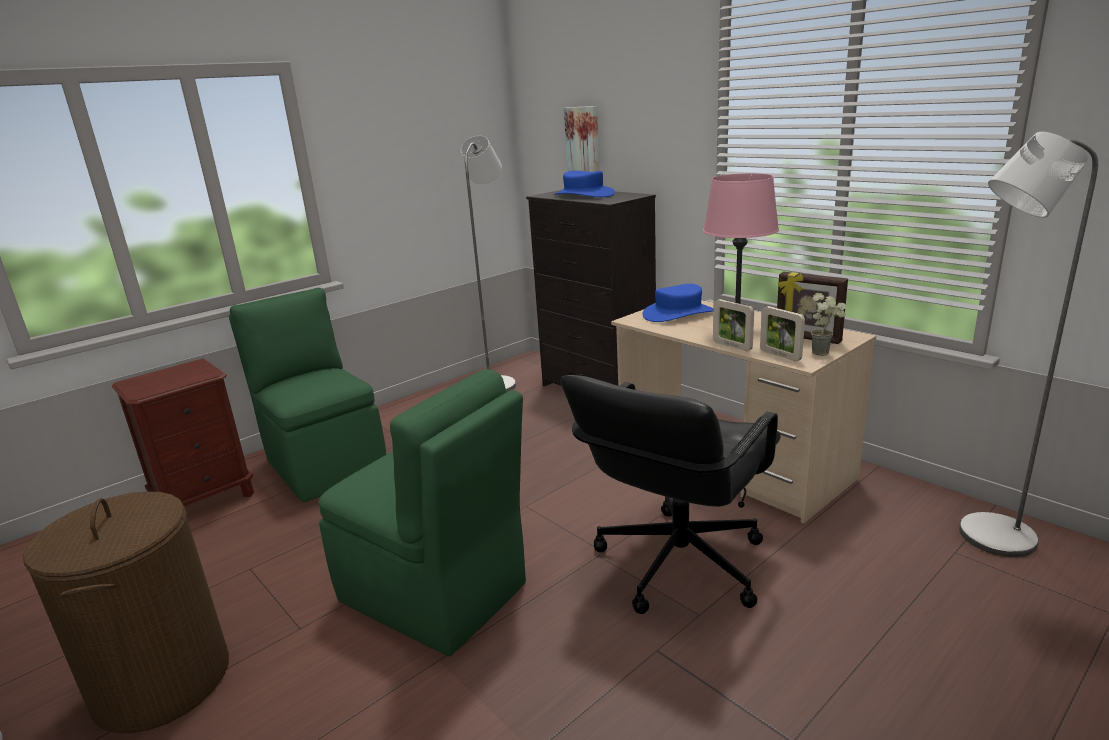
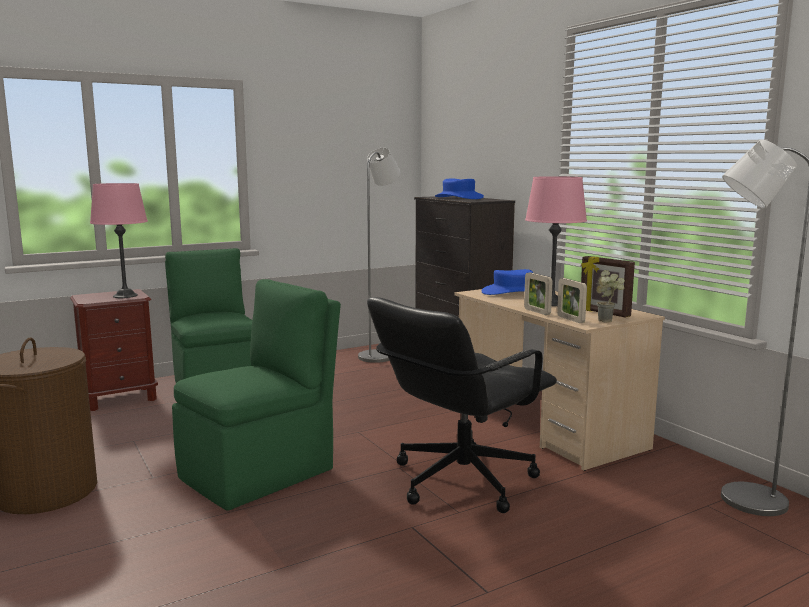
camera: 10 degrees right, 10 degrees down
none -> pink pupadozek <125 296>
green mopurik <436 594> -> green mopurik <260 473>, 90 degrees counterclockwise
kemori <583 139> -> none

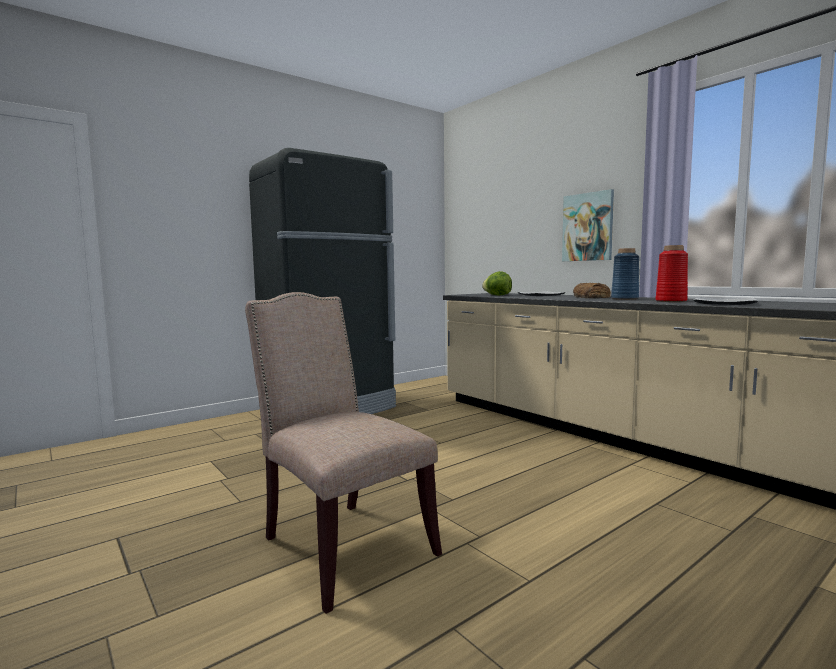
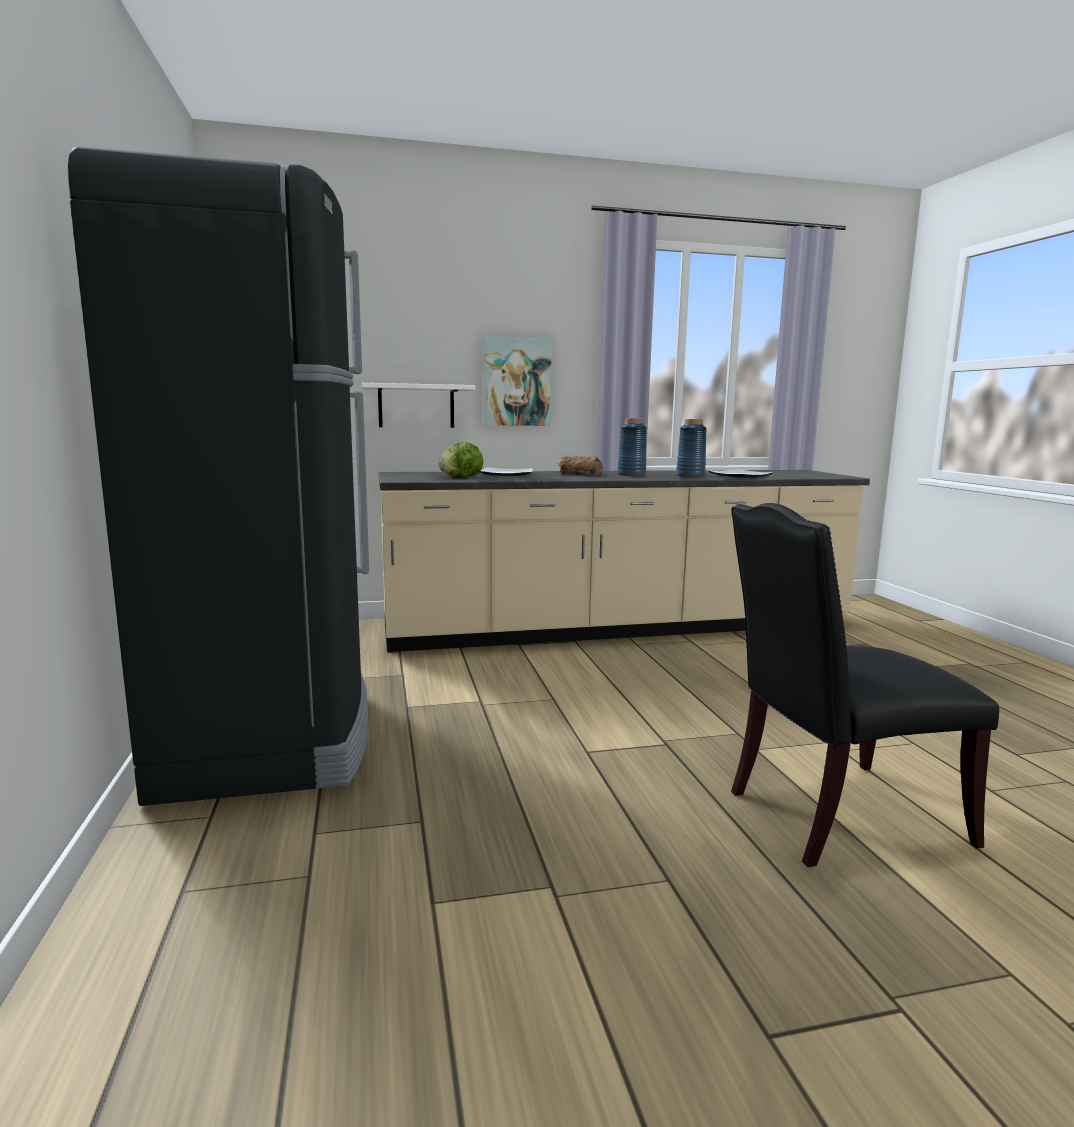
camera: 65 degrees left, 5 degrees up
none -> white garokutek <416 406>
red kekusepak <670 301> -> blue kekusepak <690 475>
beige mopurik <341 545> -> black mopurik <835 816>

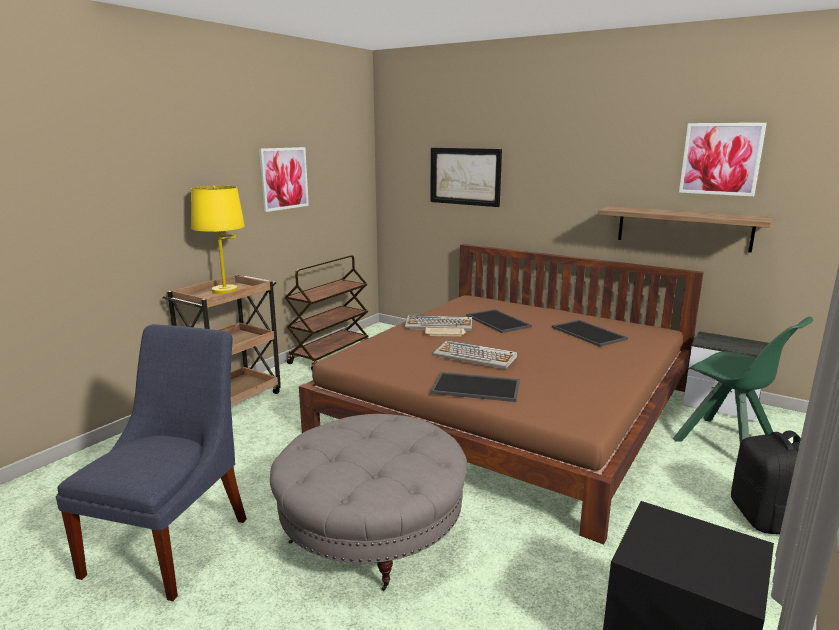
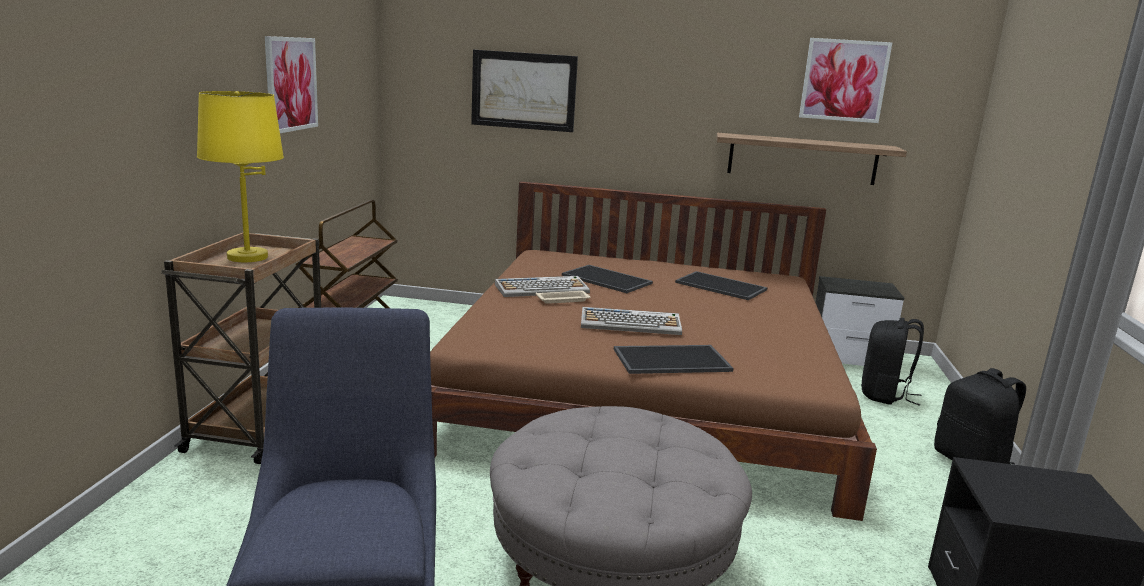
camera: 25 degrees left, 0 degrees up
green mopurik <728 443> -> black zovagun <885 395>

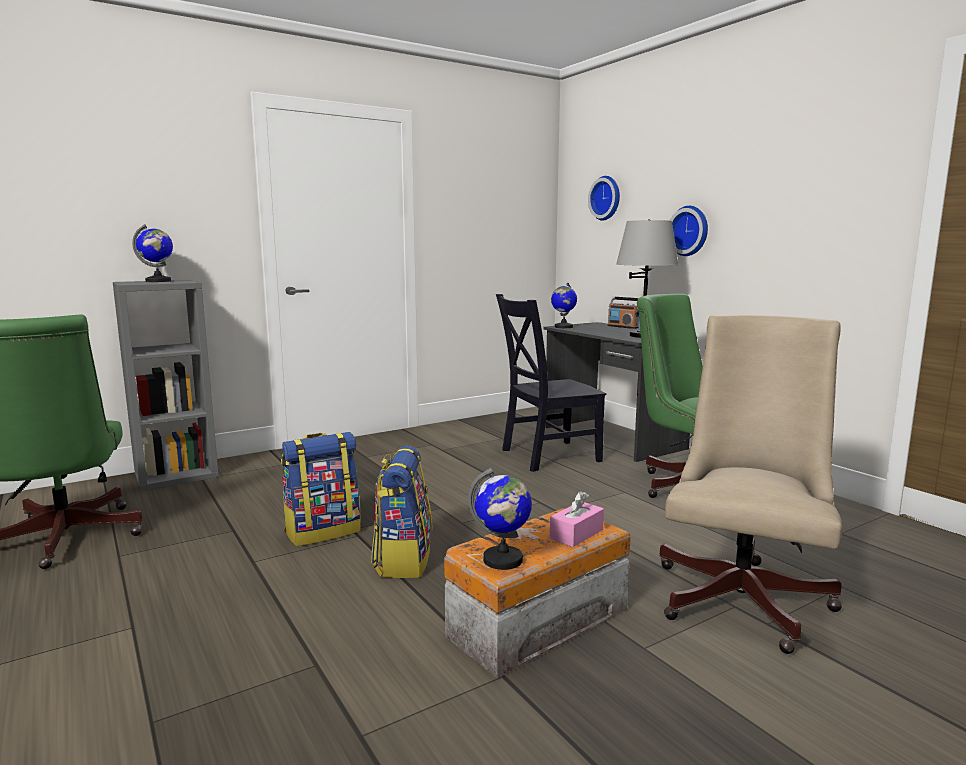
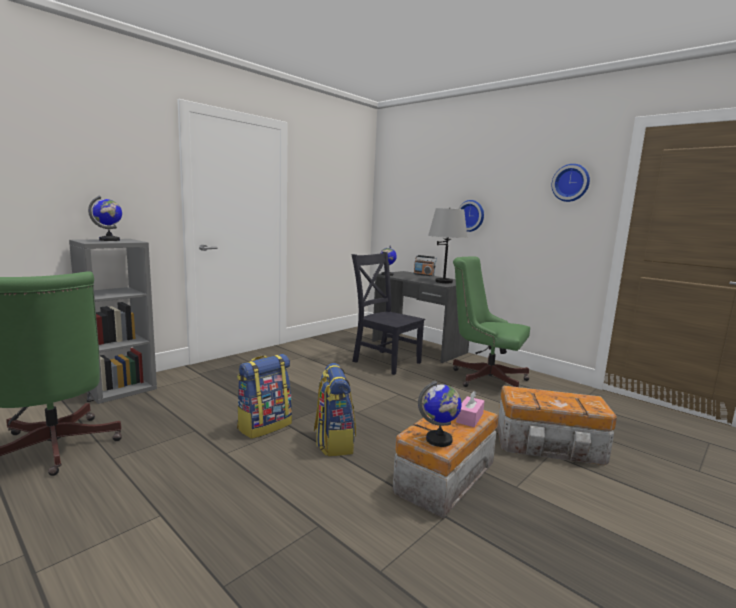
camera: 15 degrees left, 0 degrees up
black mopurik <546 456> -> black mopurik <384 361>, 75 degrees clockwise
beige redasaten <744 594> -> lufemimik <551 446>
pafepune <607 198> -> pafepune <571 183>, relocated

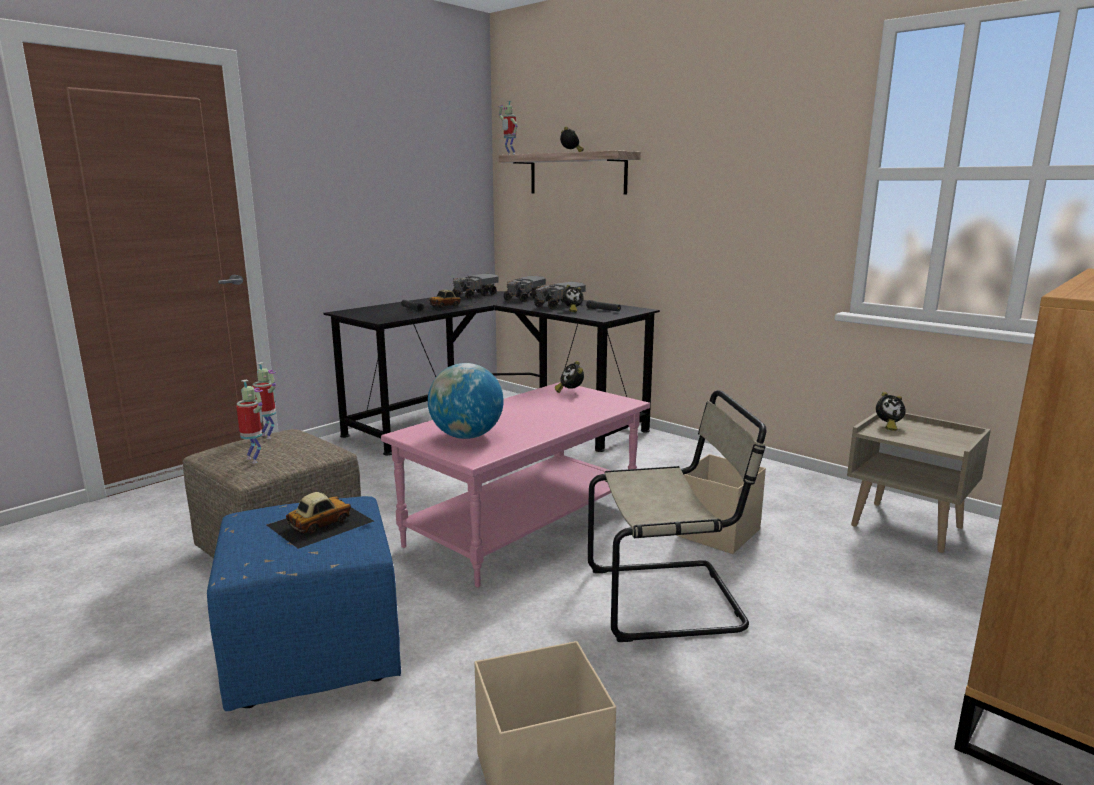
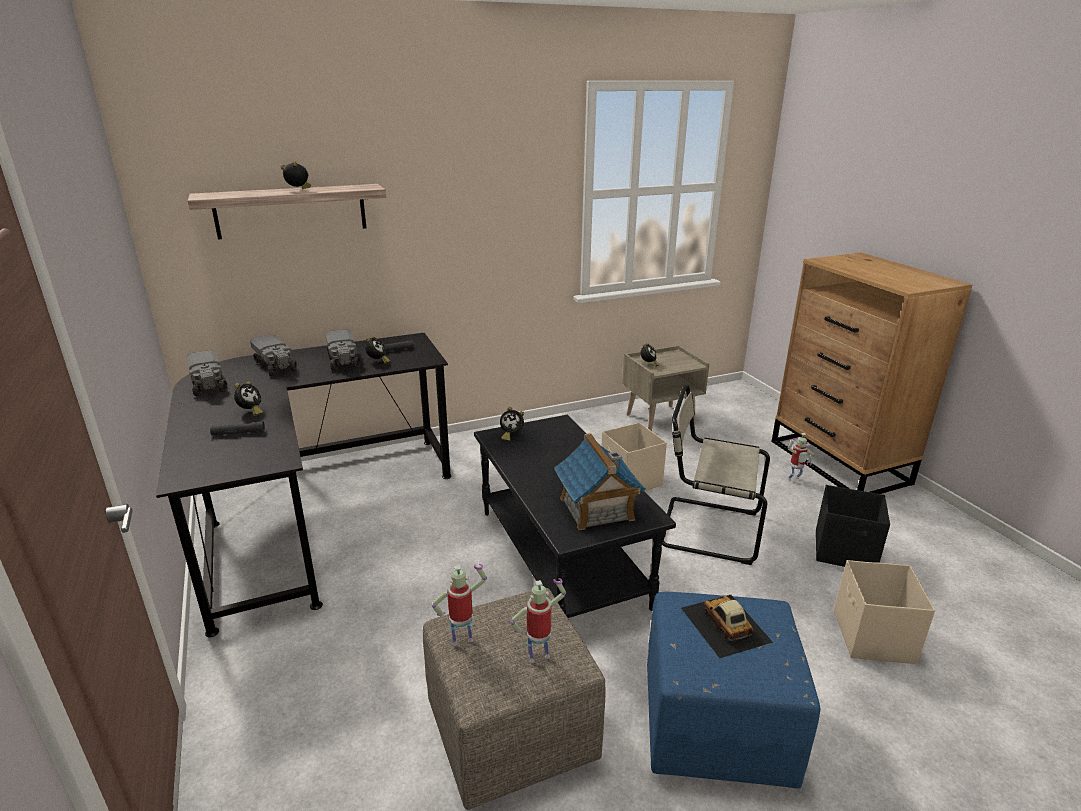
camera: 65 degrees left, 10 degrees up
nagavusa <445 306> -> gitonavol <250 412>
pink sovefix <525 525> -> black sovefix <563 557>
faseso <466 436> -> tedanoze <596 509>
beige mopurik <670 599> -> beige mopurik <705 529>, 90 degrees counterclockwise
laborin <509 154> -> laborin <794 480>, relocated
none -> black lufemimik <845 552>

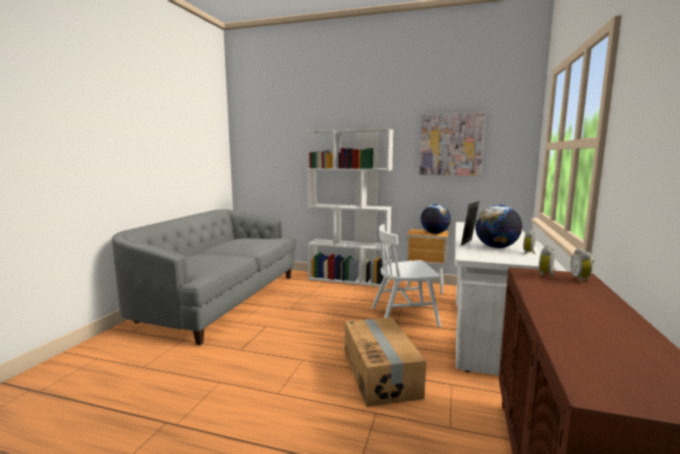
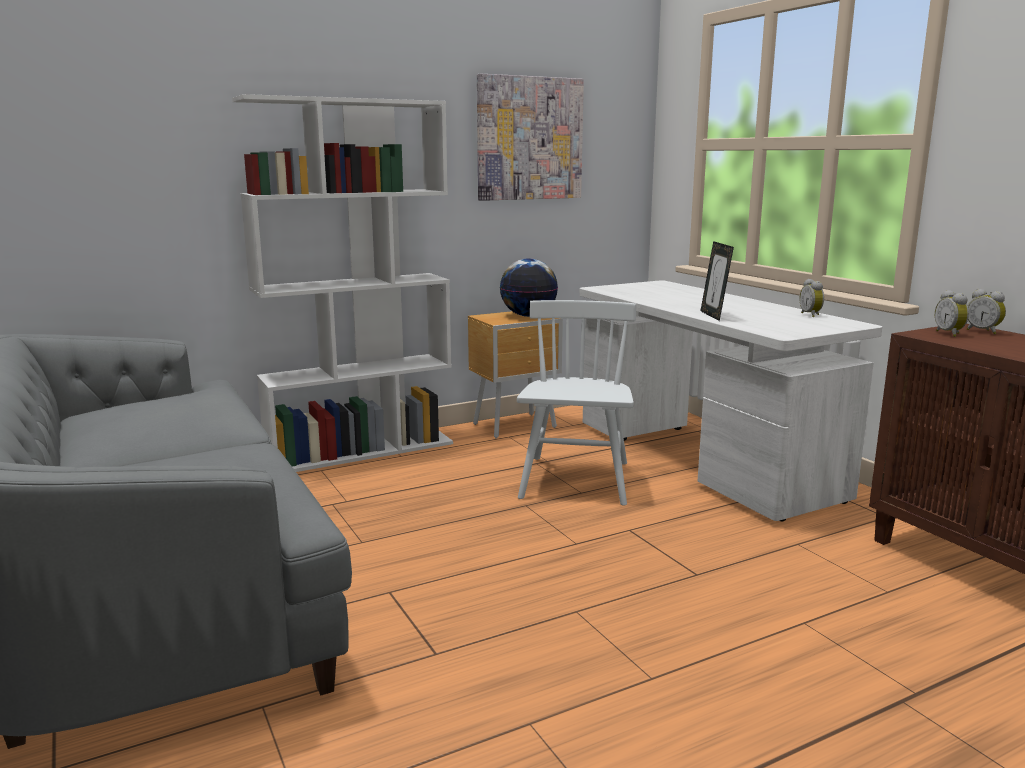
camera: 45 degrees left, 5 degrees up
white mopurik <404 317> -> white mopurik <576 480>, 150 degrees clockwise
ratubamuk <381 374> -> none
faseso <496 247> -> none

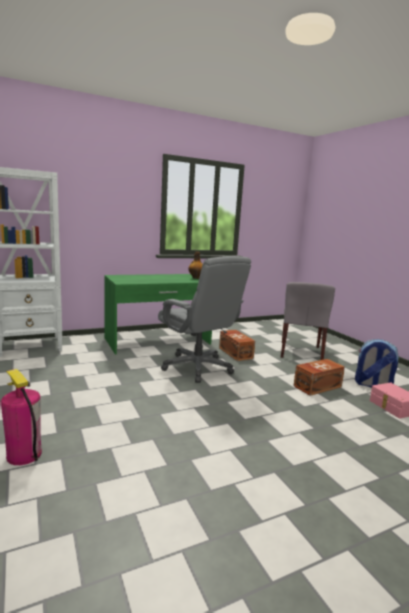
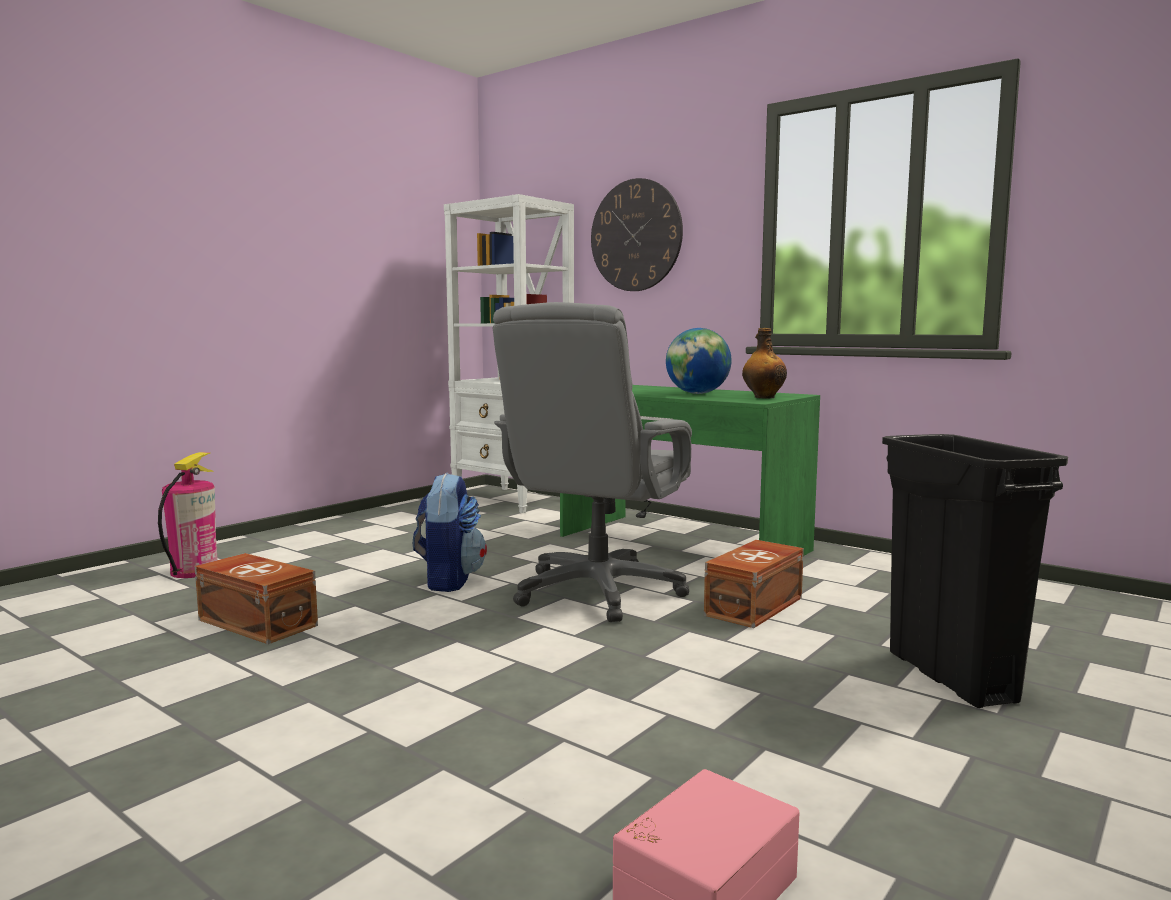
camera: 65 degrees right, 5 degrees down
brown lufemimik <316 386> -> brown lufemimik <258 622>, relocated
zovagun <372 385> -> zovagun <449 580>, relocated
none -> pafepune <636 235>
none -> faseso <697 393>
grey mopurik <301 352> -> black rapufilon <950 676>

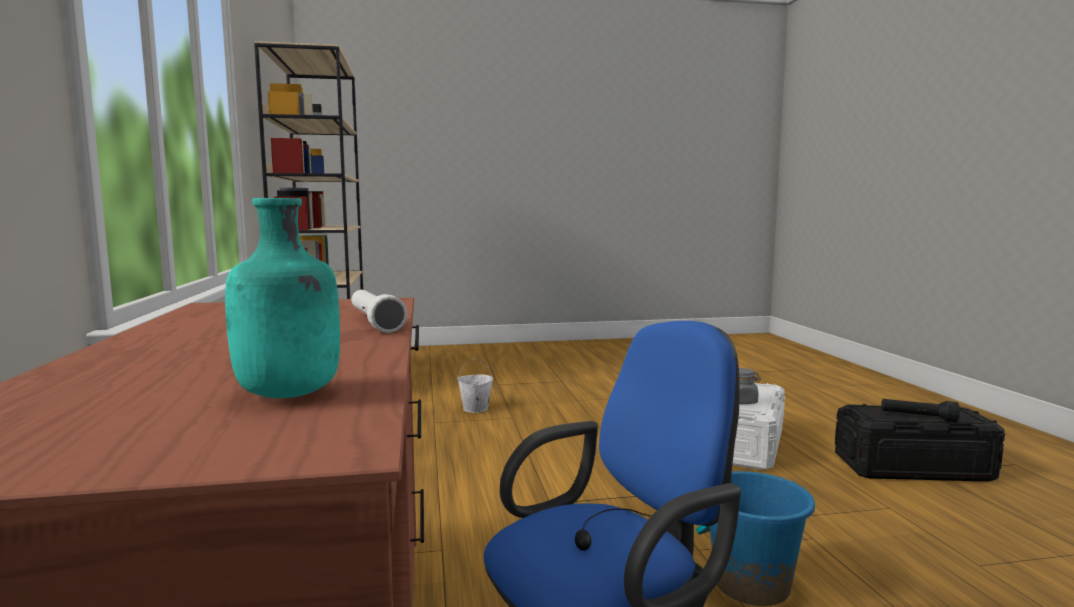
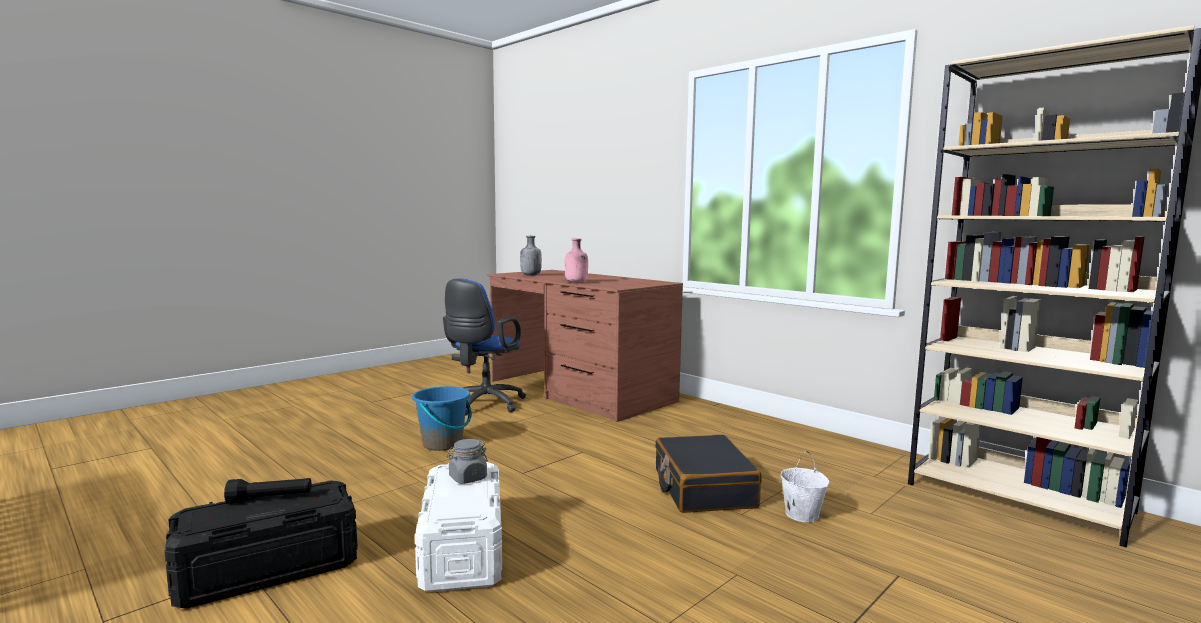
camera: 145 degrees right, 0 degrees up
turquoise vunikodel <289 394> -> grey vunikodel <530 275>
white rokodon <374 323> -> pink vunikodel <576 282>
none -> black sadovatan <703 488>

